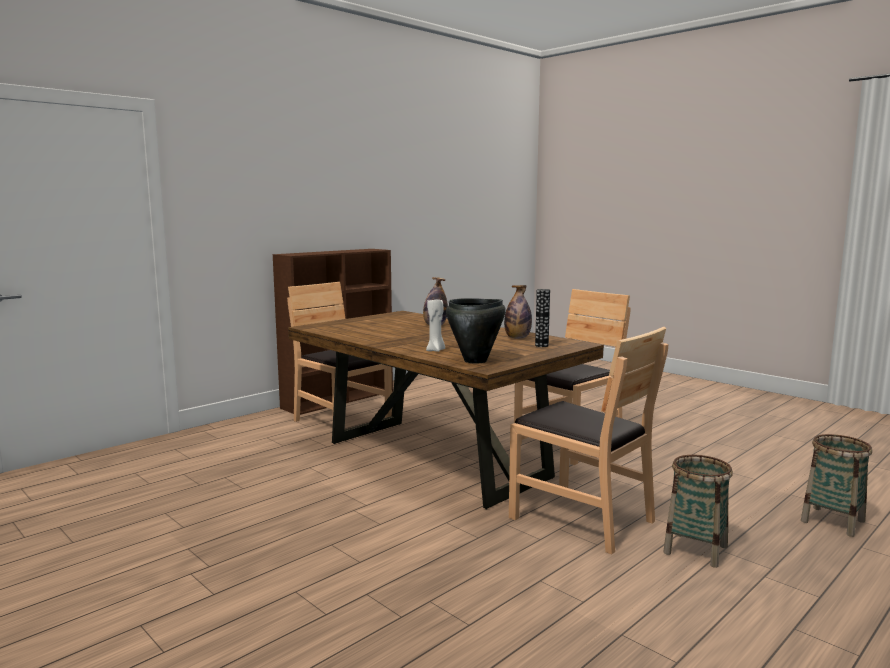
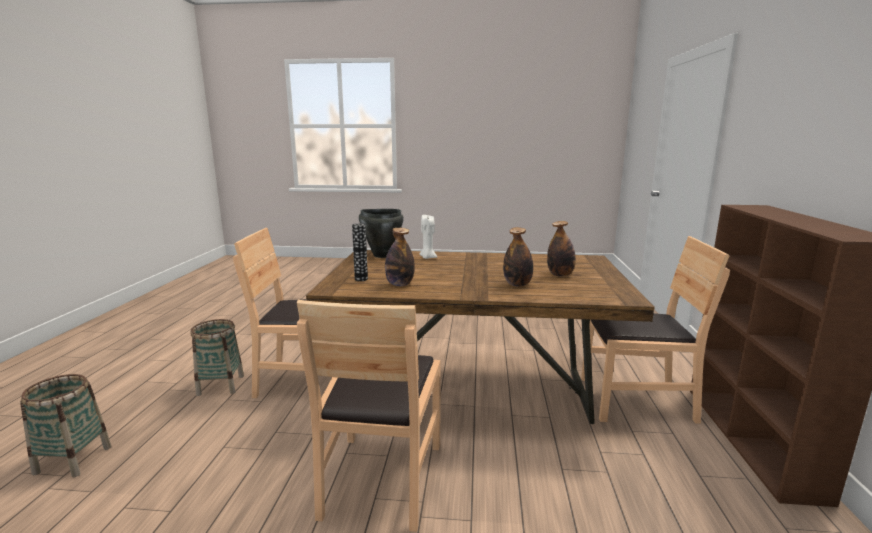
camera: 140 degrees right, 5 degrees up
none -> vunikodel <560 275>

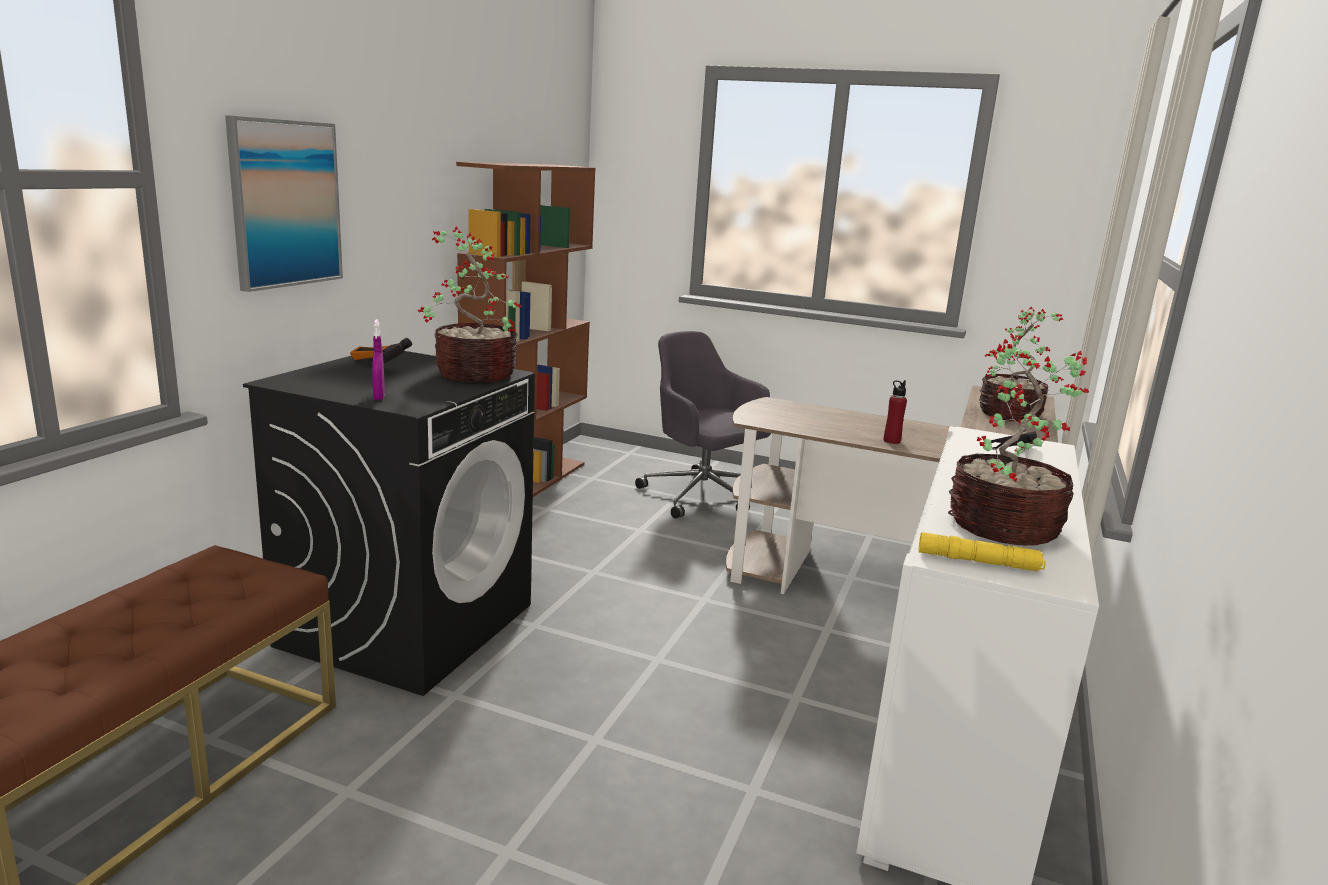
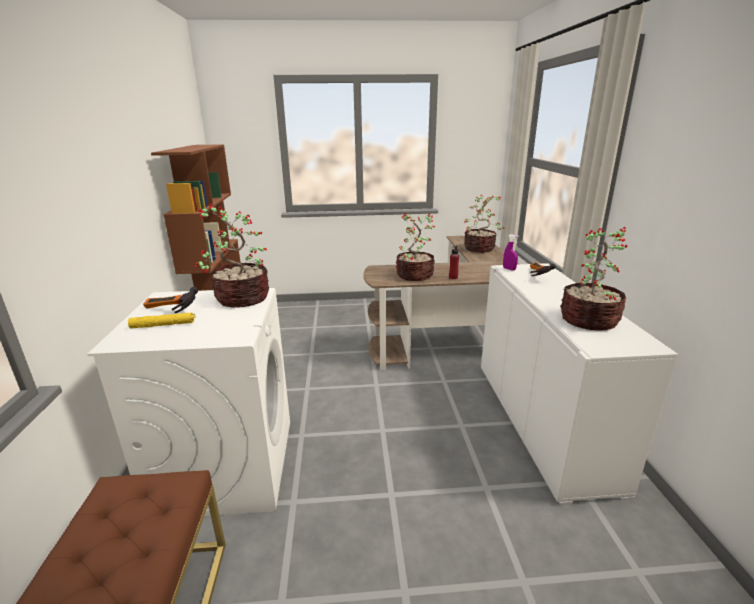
camera: 25 degrees left, 5 degrees up
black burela <408 624> -> white burela <226 464>
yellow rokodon <978 562> -> yellow rokodon <163 325>, relocated
none -> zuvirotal <414 276>
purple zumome <379 397> -> purple zumome <509 269>, relocated
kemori <285 203> -> none
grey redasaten <703 496> -> none

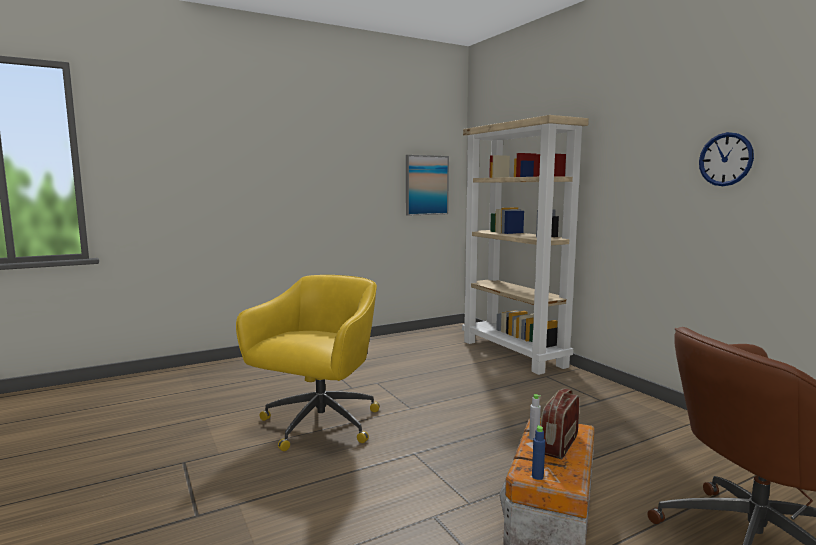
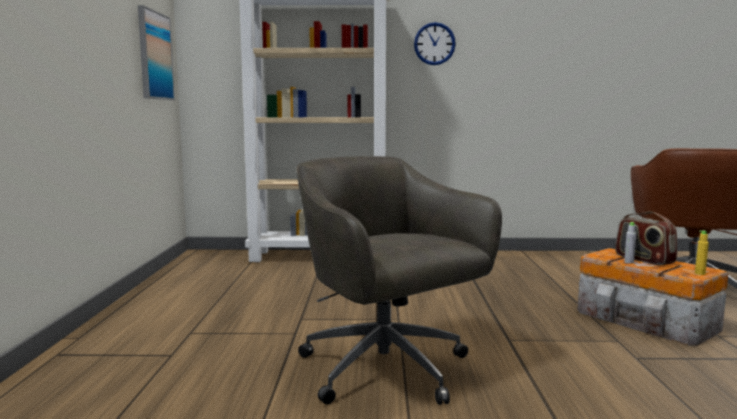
camera: 60 degrees left, 0 degrees up
yellow redasaten <318 425> -> grey redasaten <387 371>
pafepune <725 159> -> pafepune <434 44>, relocated
blue vunikodel <537 476> -> yellow vunikodel <700 273>

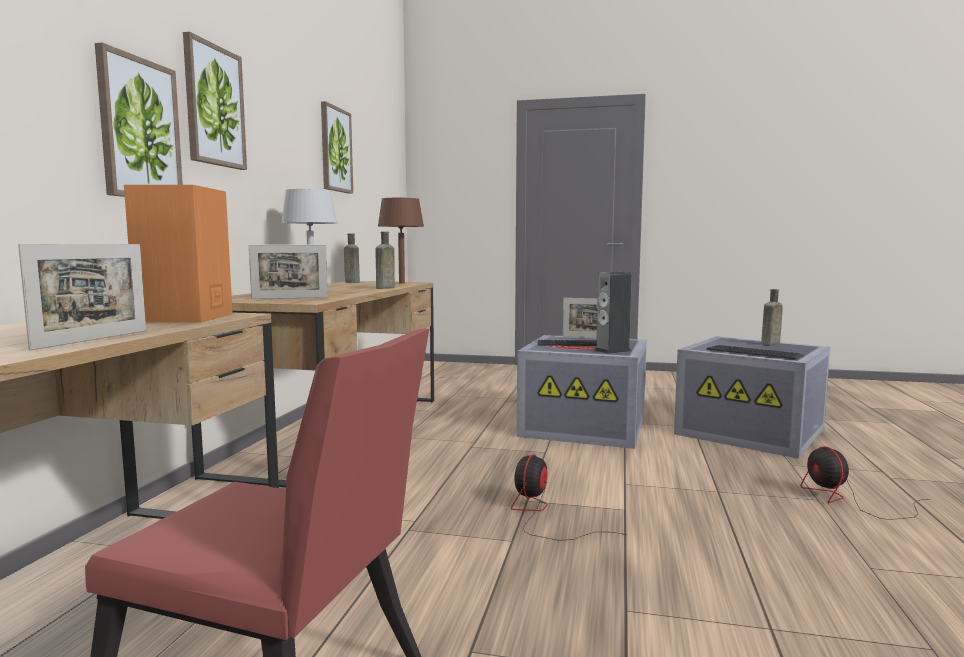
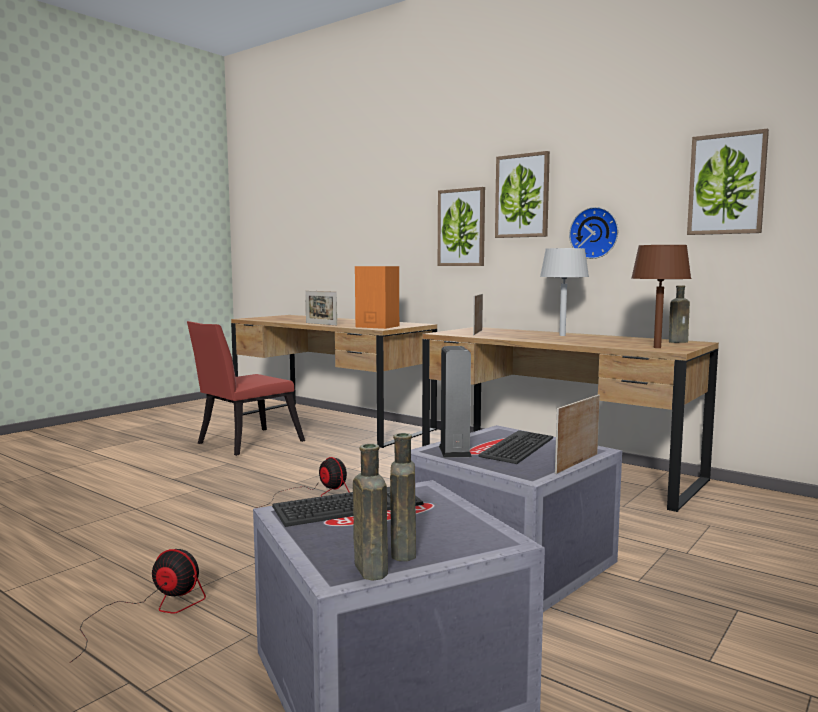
camera: 115 degrees right, 0 degrees up
brown vunikodel <384 288> -> brown vunikodel <369 568>, relocated
none -> pafepune <595 233>

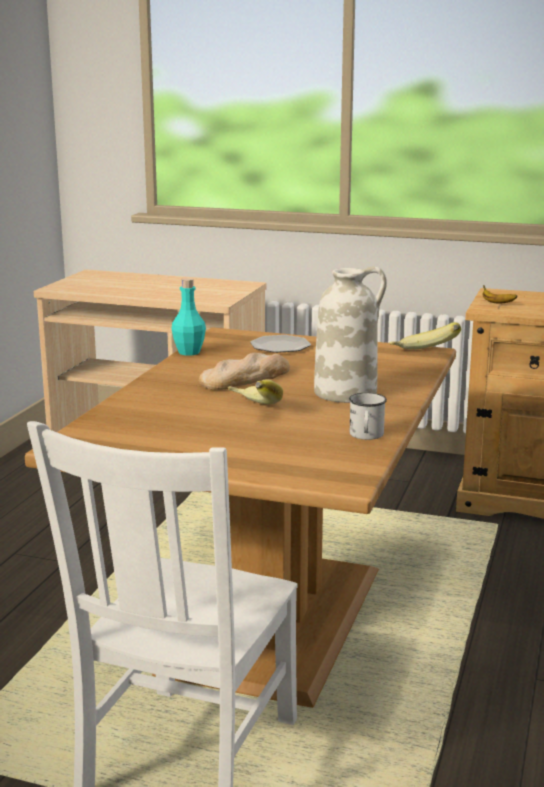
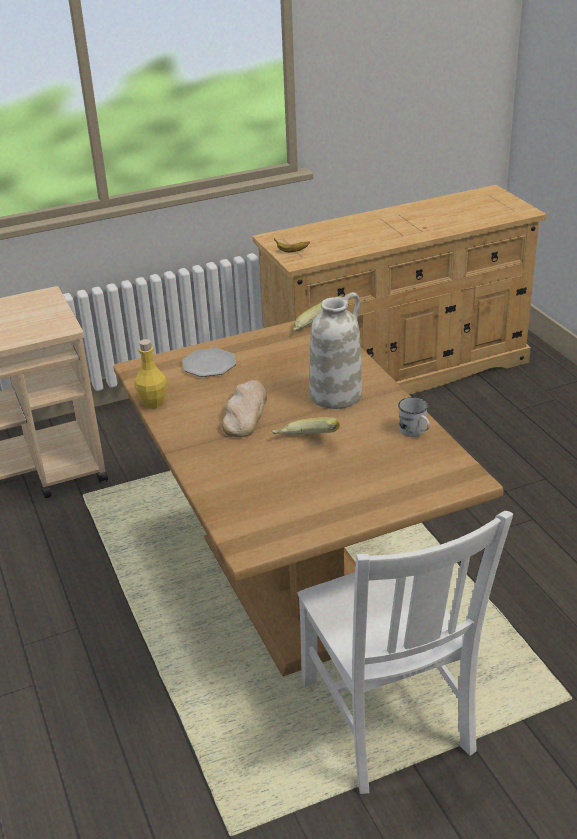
camera: 40 degrees left, 15 degrees up
turquoise vunikodel <189 352> -> yellow vunikodel <153 403>

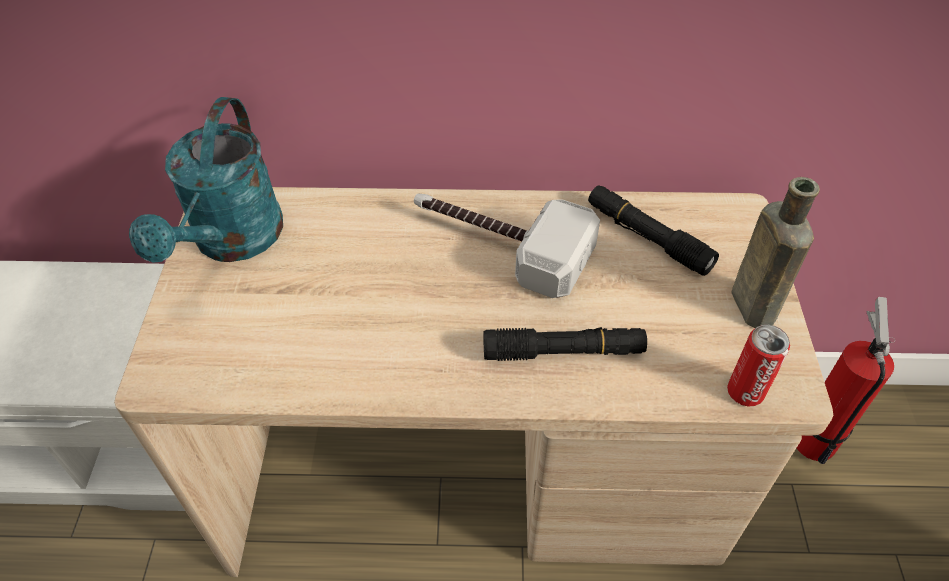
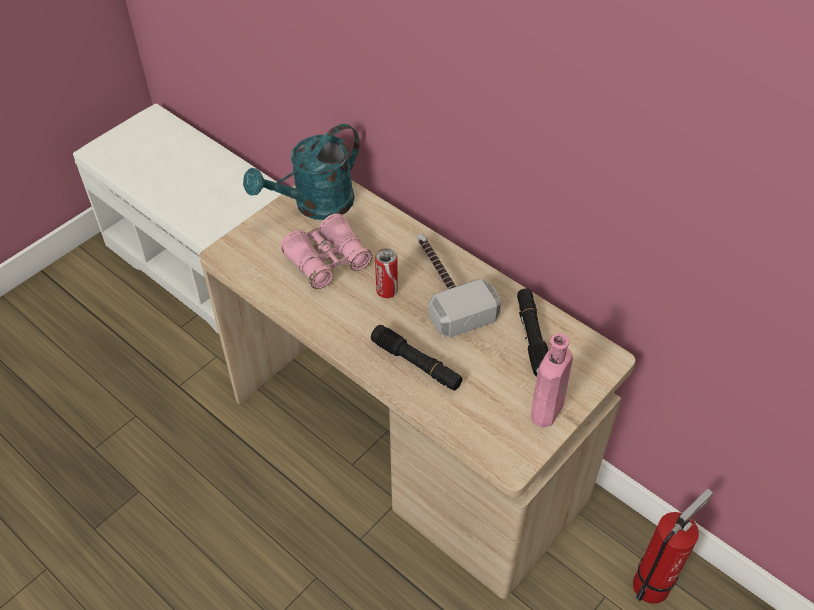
camera: 40 degrees right, 0 degrees up
none -> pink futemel <327 261>
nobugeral <745 392> -> nobugeral <387 291>, relocated
brown vunikodel <751 303> -> pink vunikodel <547 408>

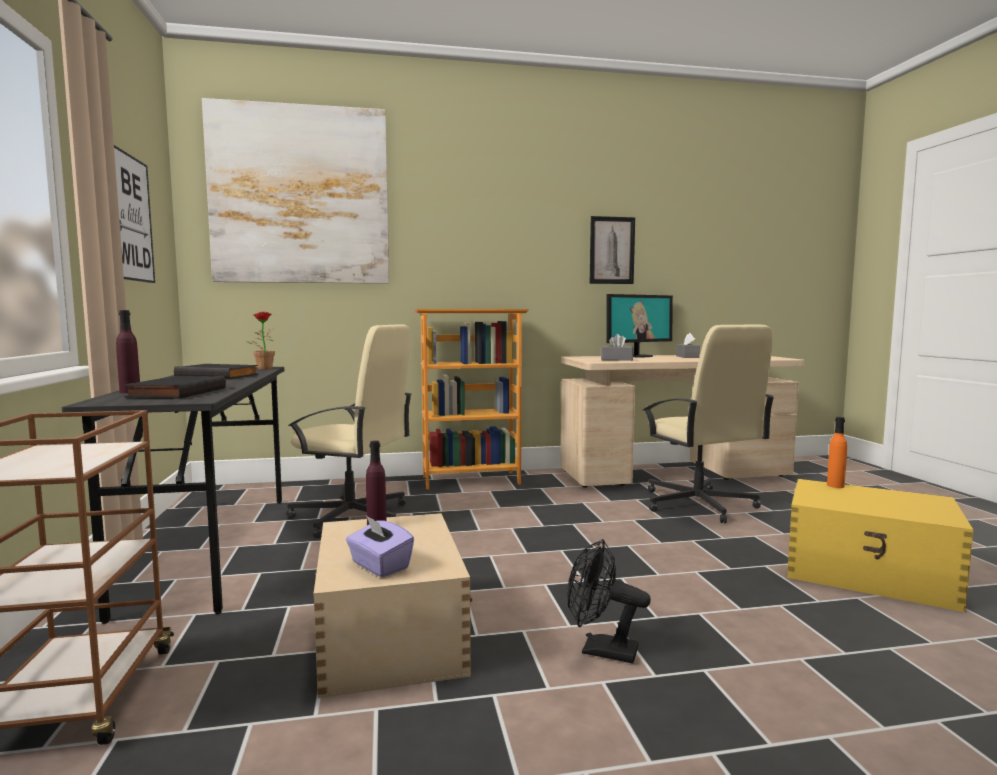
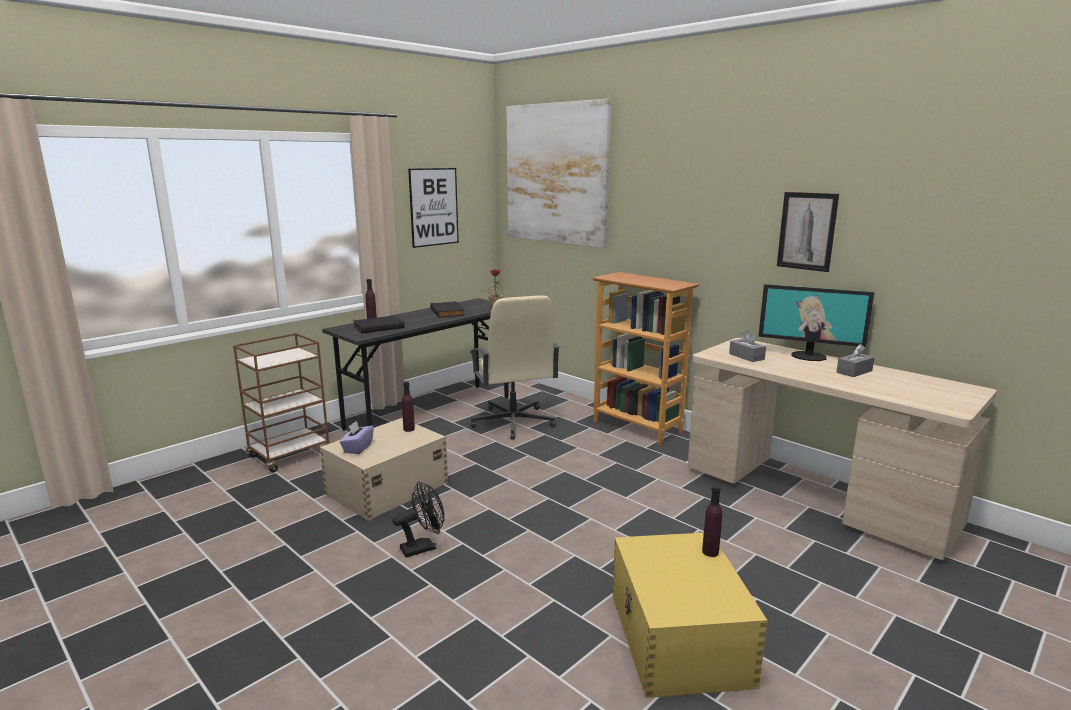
camera: 55 degrees right, 10 degrees up
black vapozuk <600 650> -> black vapozuk <423 547>, 75 degrees clockwise
orange vunikodel <835 485> -> purple vunikodel <710 552>
beige redasaten <698 505> -> none

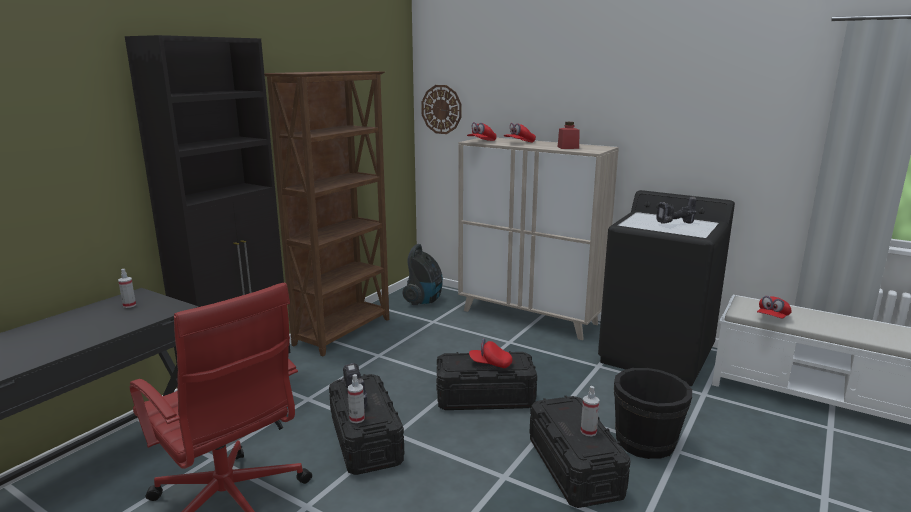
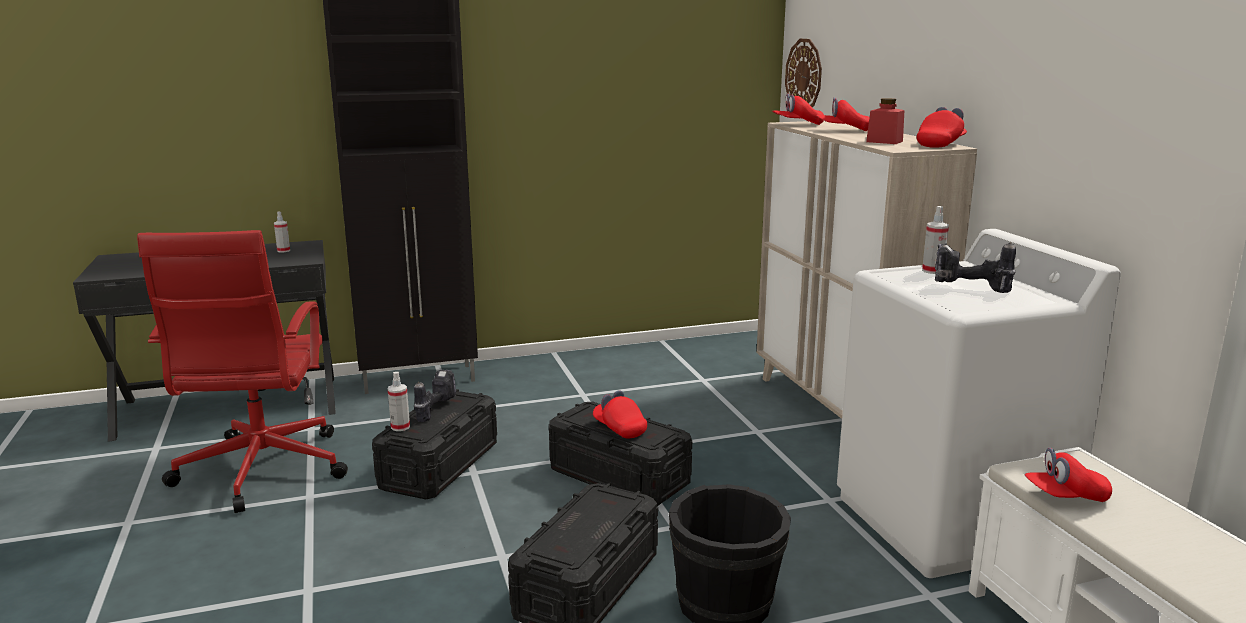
camera: 40 degrees right, 0 degrees up
black burela <657 356> -> white burela <949 522>
none -> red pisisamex <940 144>
zumome <588 431> -> zumome <932 271>, relocated
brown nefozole <344 332> -> none
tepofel <424 300> -> none

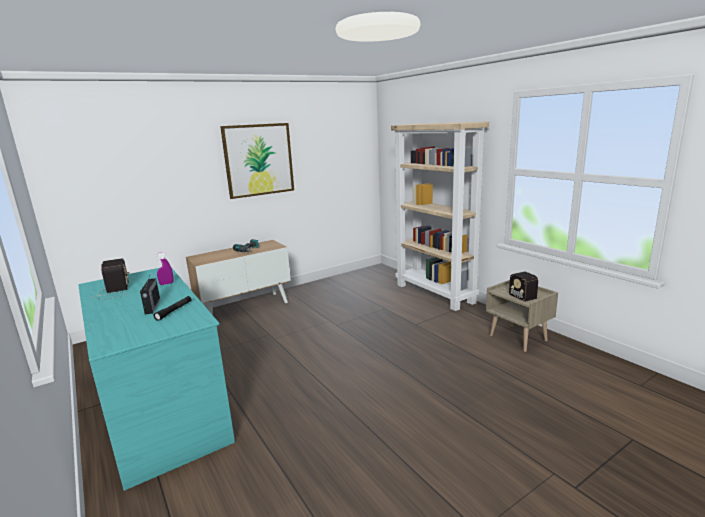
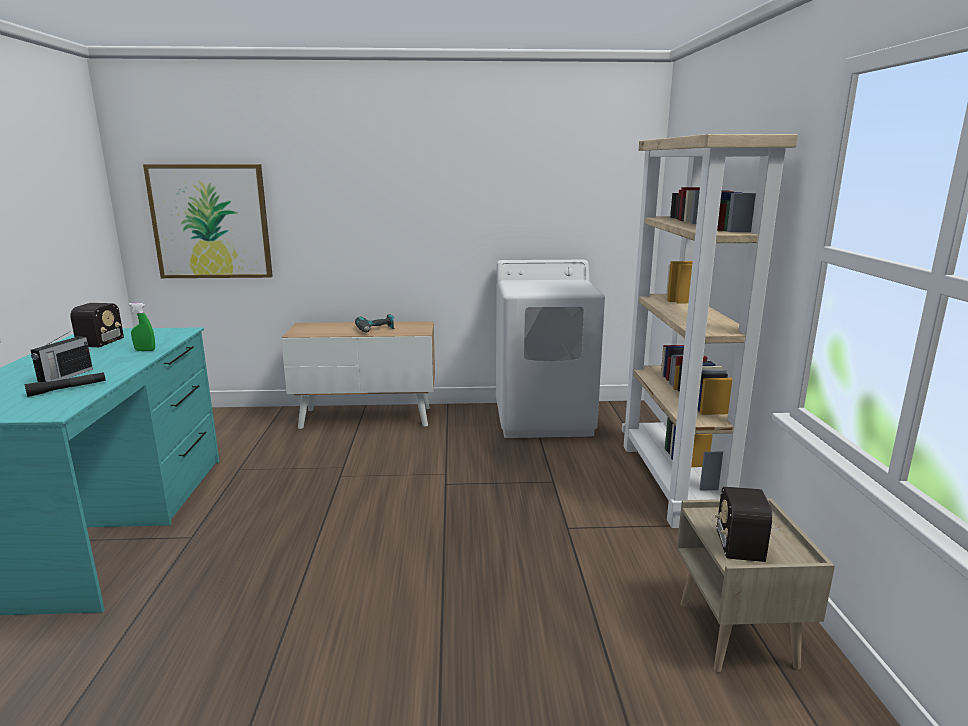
camera: 30 degrees right, 0 degrees up
purple zumome <166 283> -> green zumome <145 350>
kemori <259 160> -> kemori <211 222>, relocated
none -> white burela <544 419>

